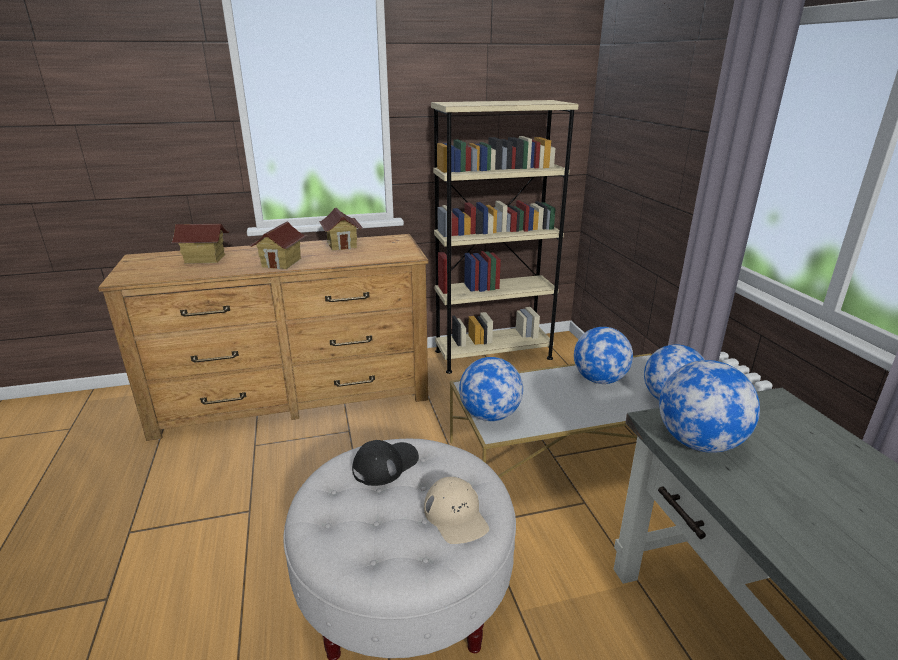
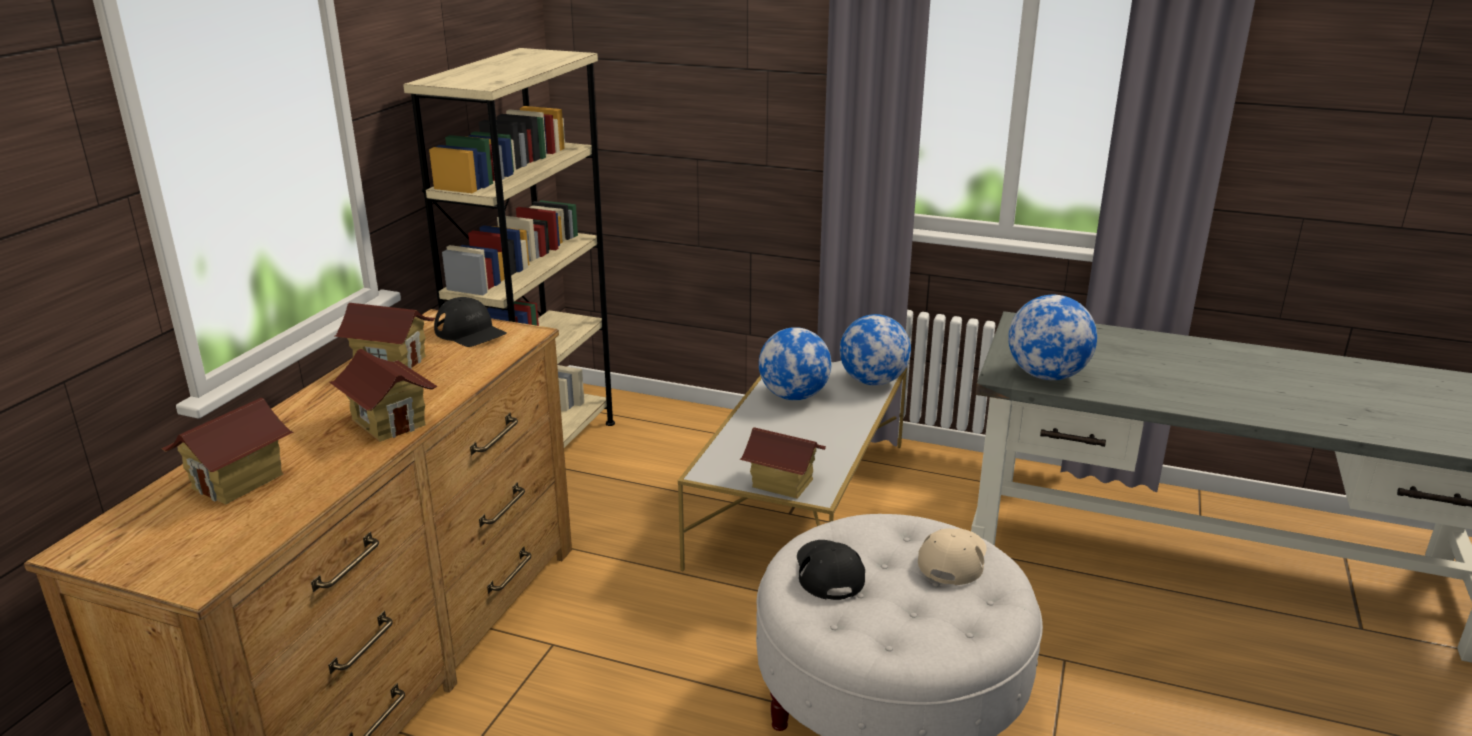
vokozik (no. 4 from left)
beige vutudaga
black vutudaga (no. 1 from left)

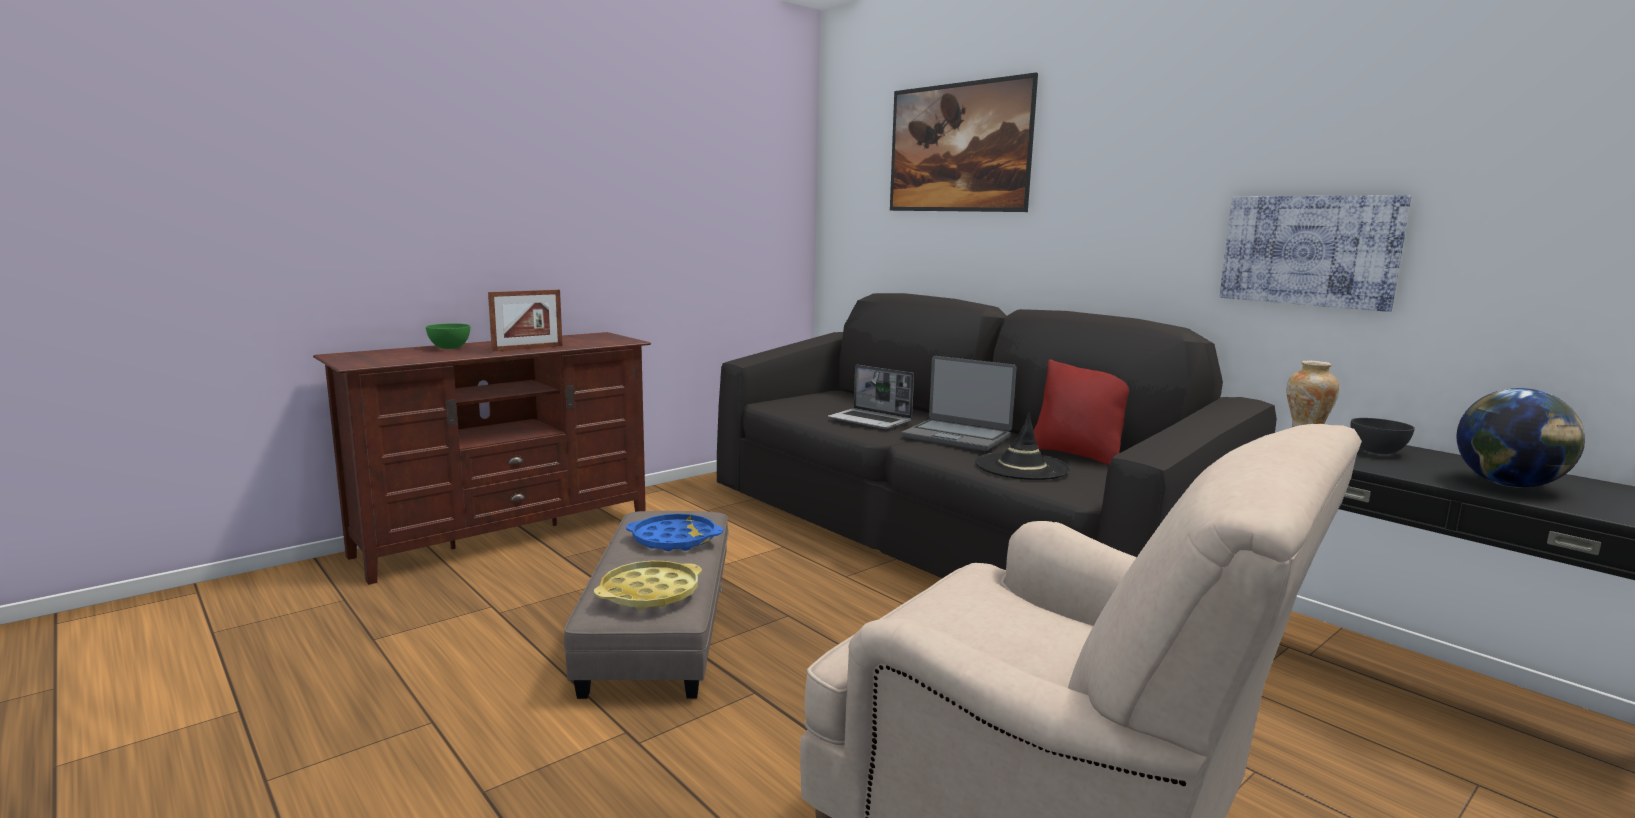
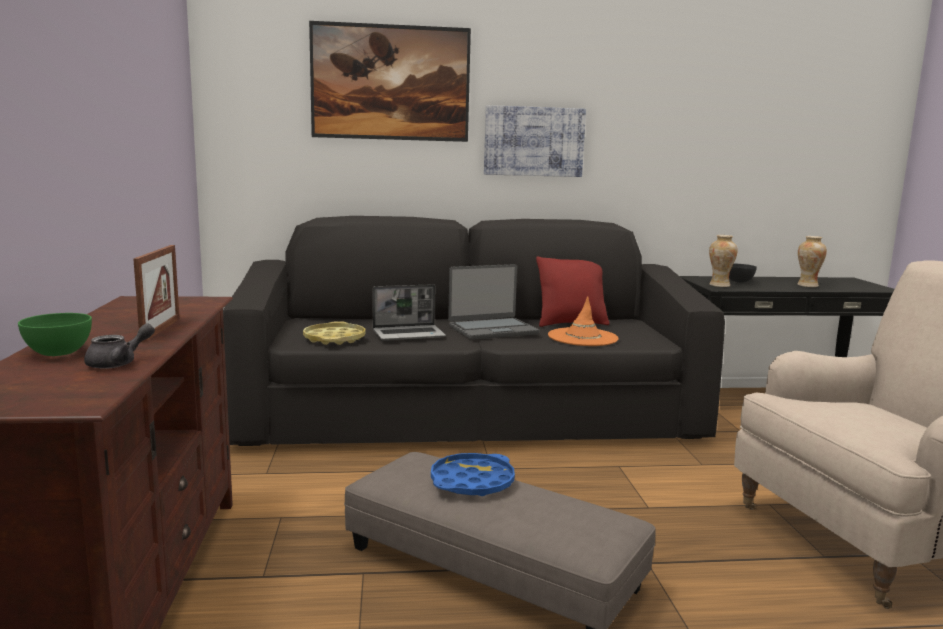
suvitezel (no. 2 from left)
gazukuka (no. 2 from left)
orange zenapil
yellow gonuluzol
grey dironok

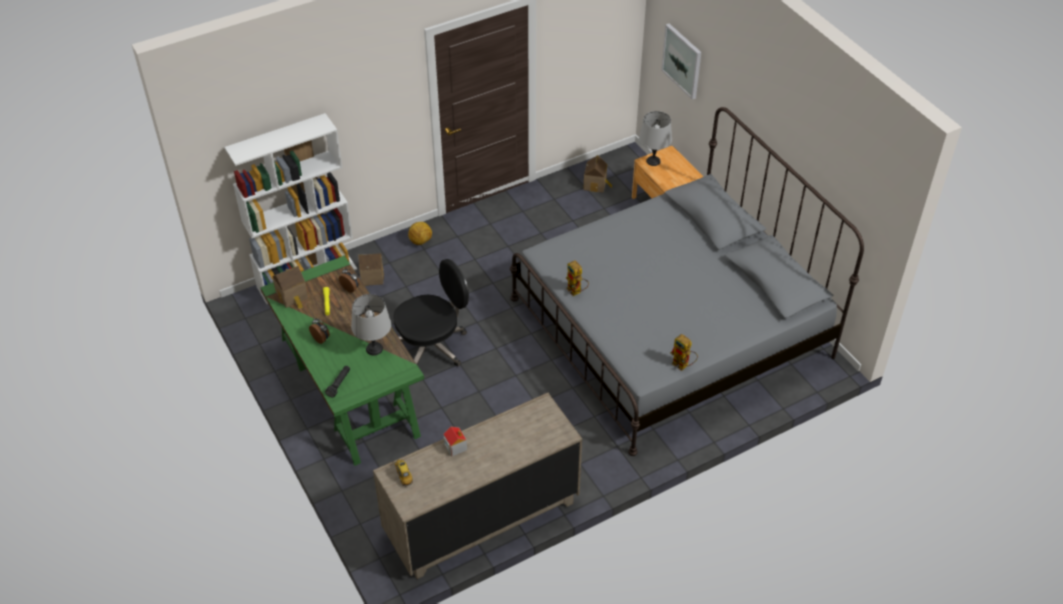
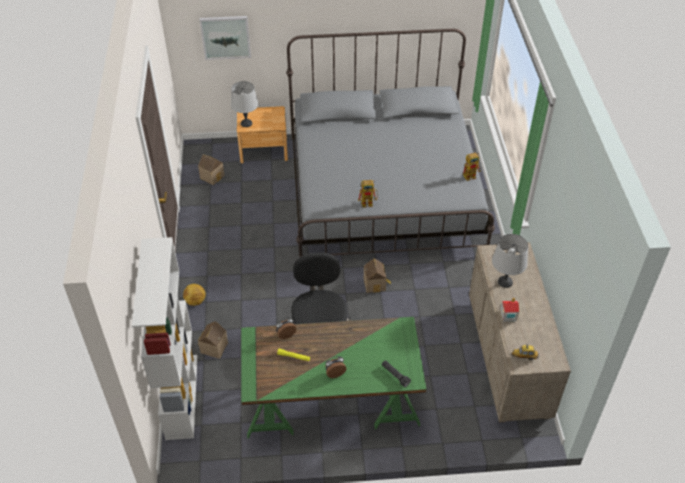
vokozik (no. 3 from left)
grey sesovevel (no. 2 from left)

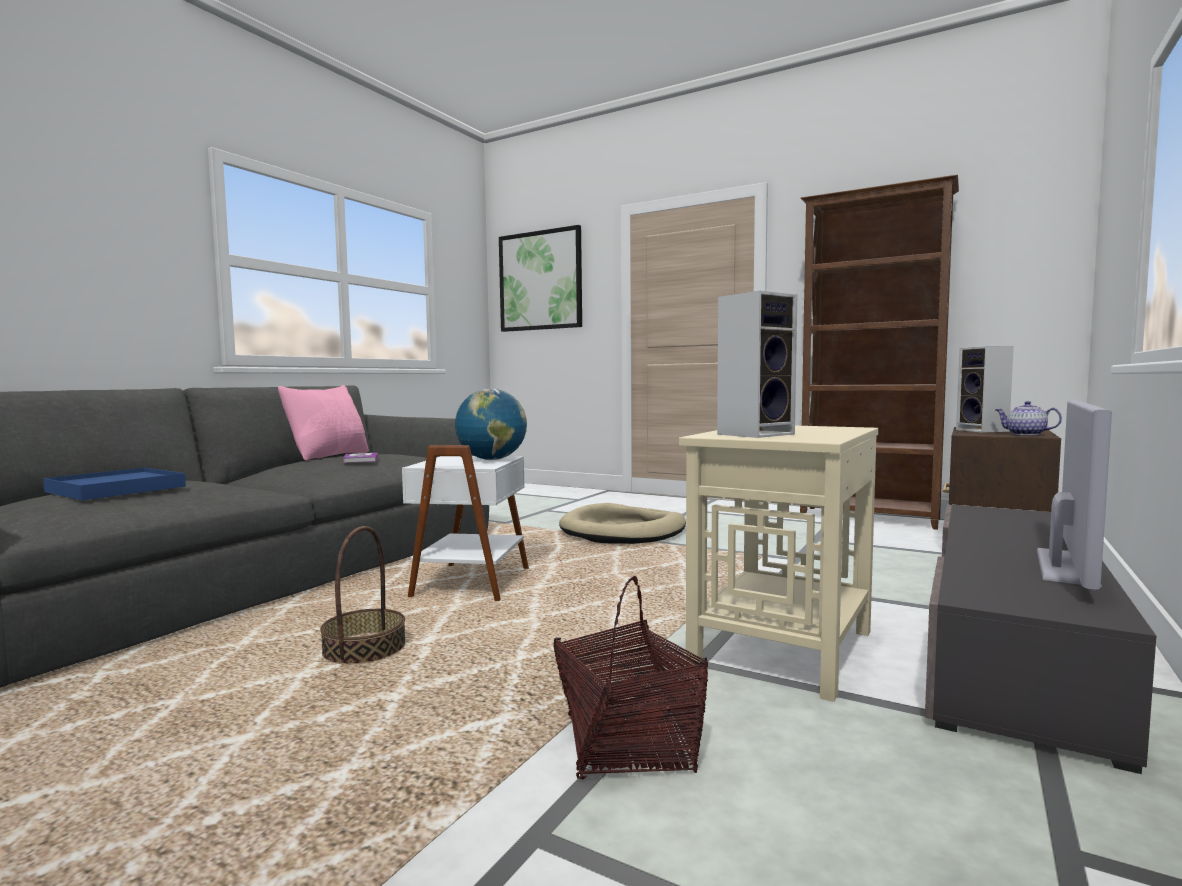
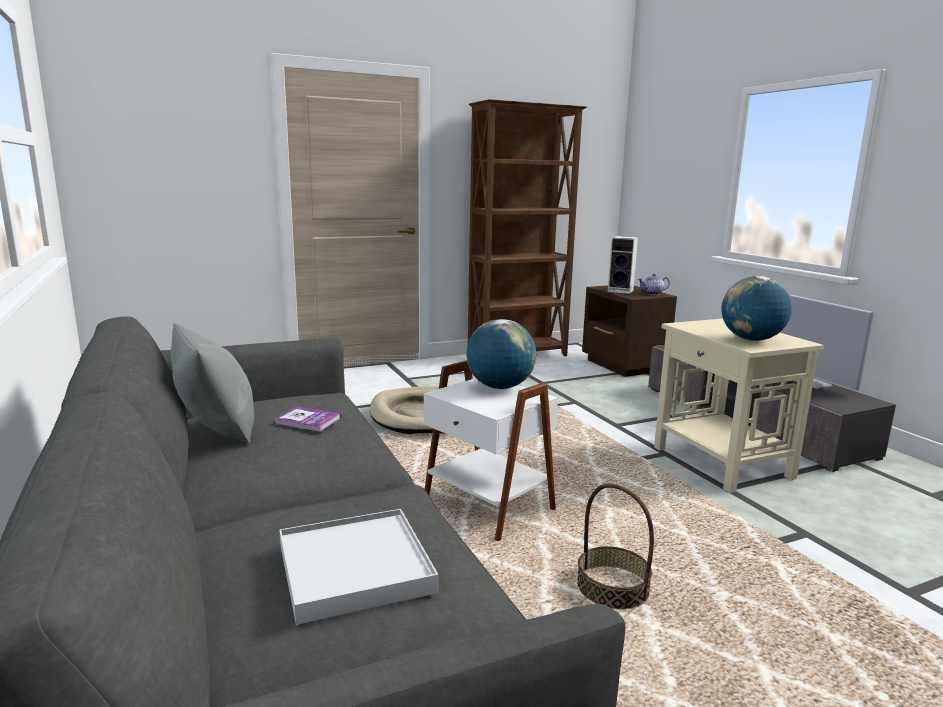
suvitezel
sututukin (no. 2 from left)
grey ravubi
white gonuluzol
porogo (no. 2 from left in the first image)

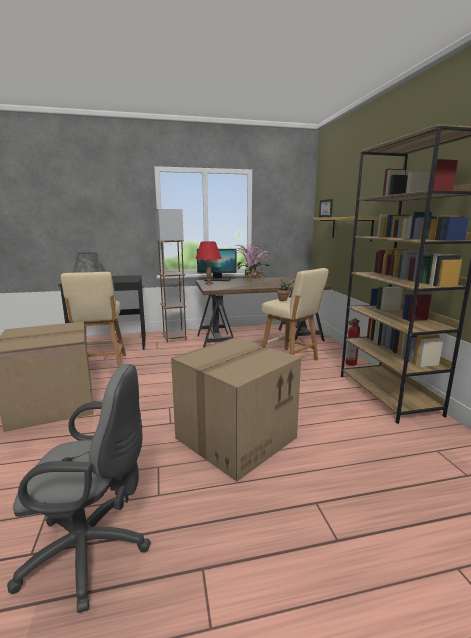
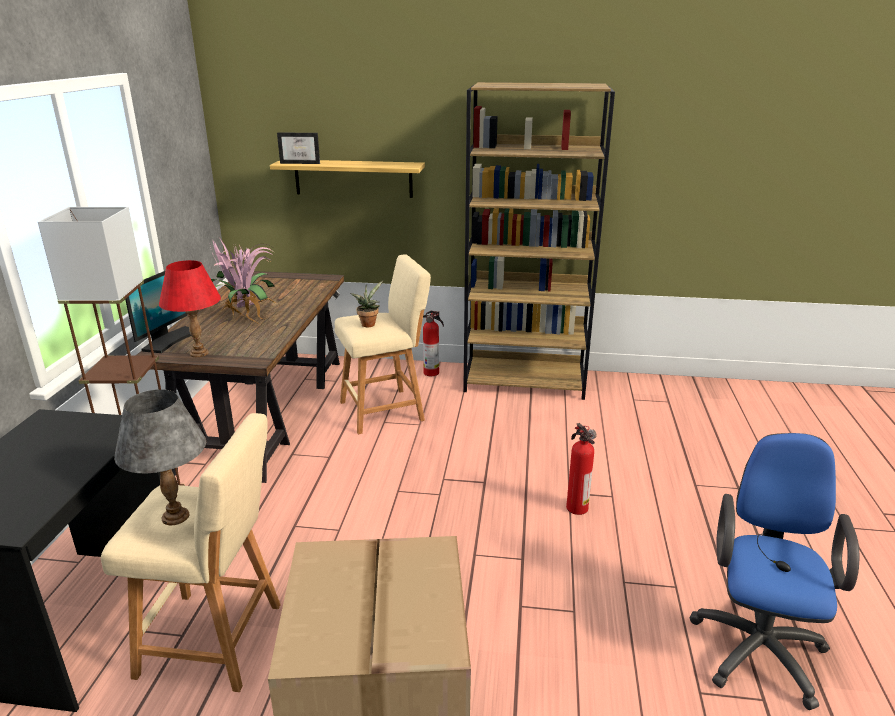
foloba (no. 2 from left)
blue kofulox

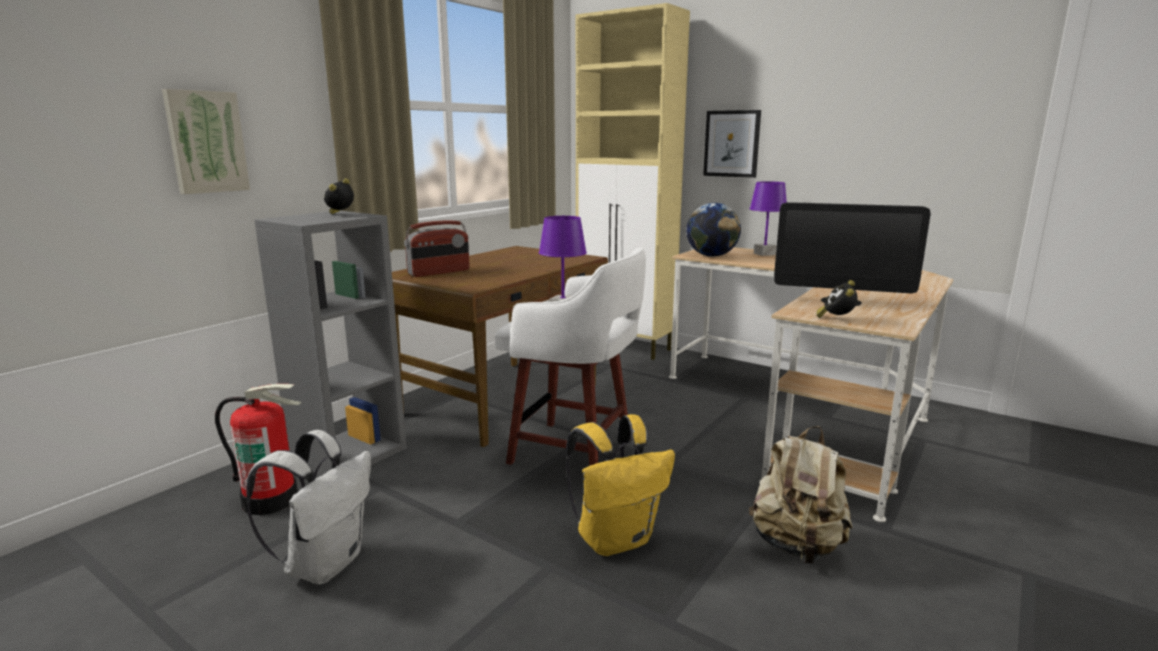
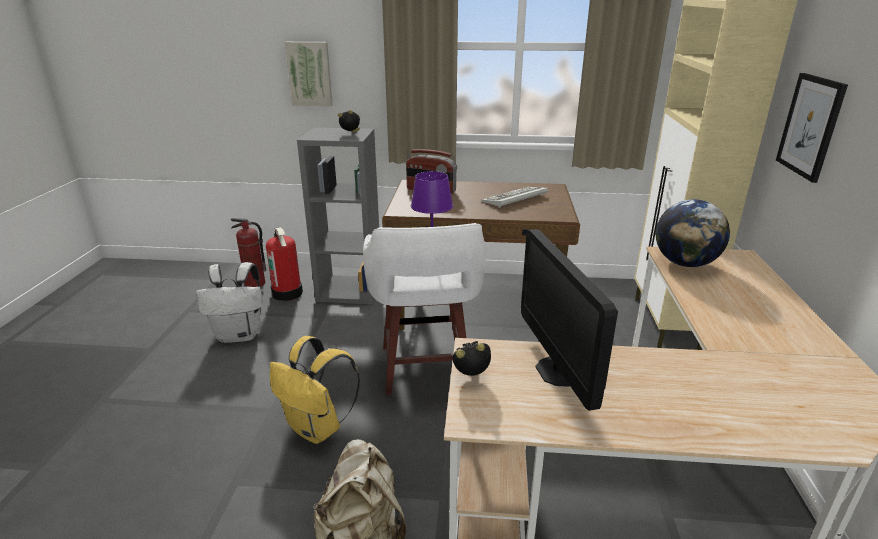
purple sesovevel (no. 2 from left in the first image)
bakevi
foloba (no. 1 from left)

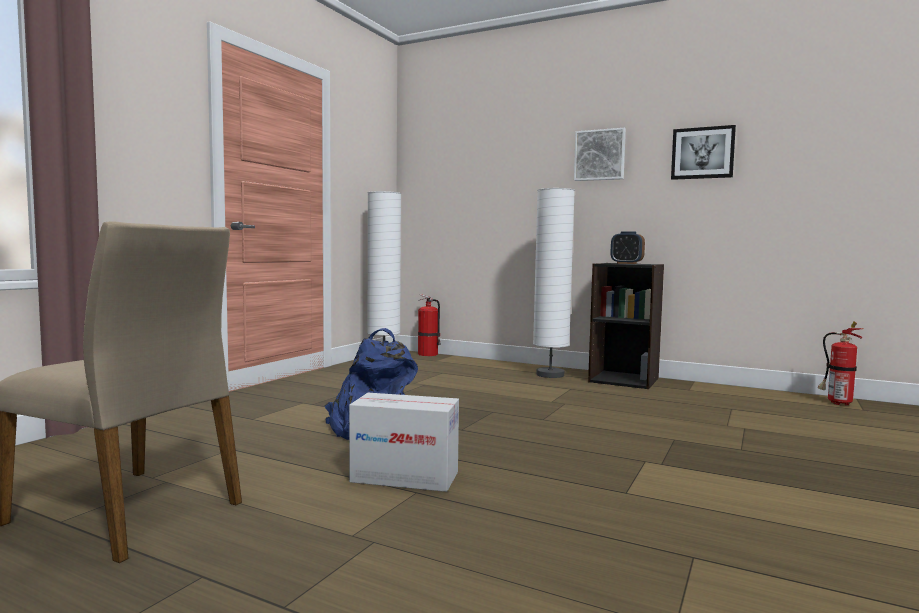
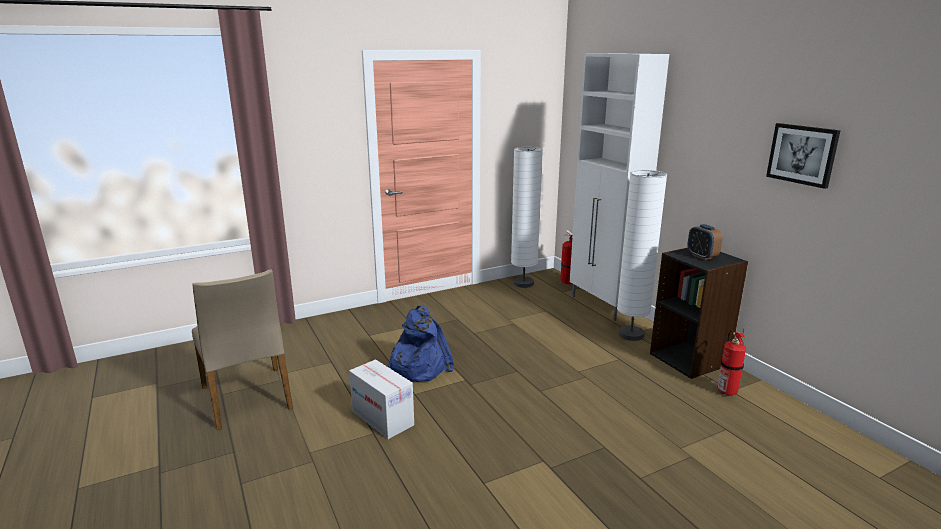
suvitezel (no. 1 from left in the first image)
foloba (no. 2 from left)
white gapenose

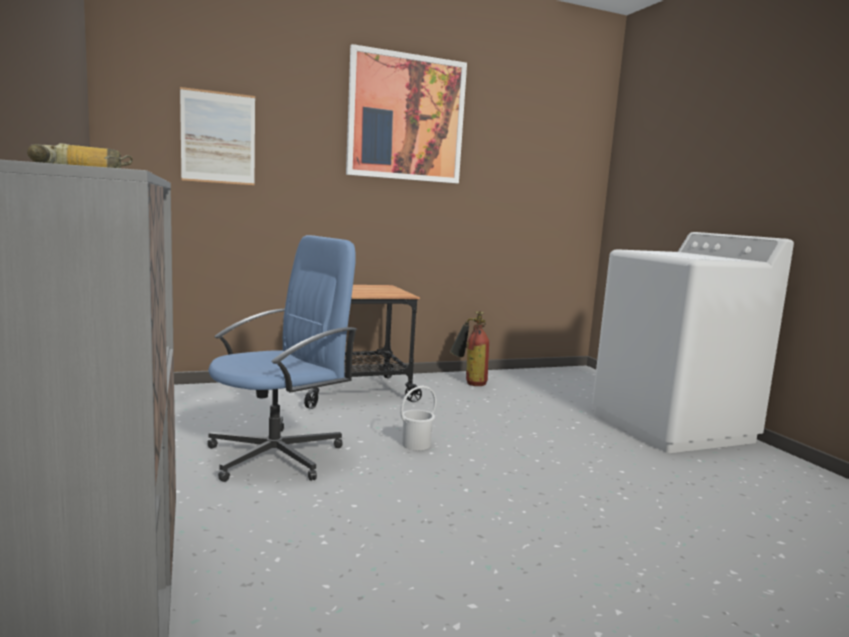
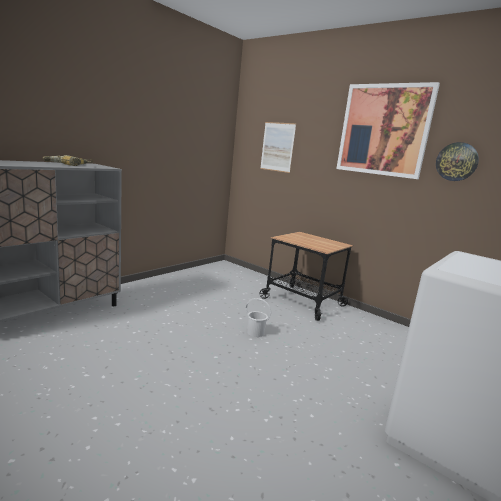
blue kofulox
foloba
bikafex

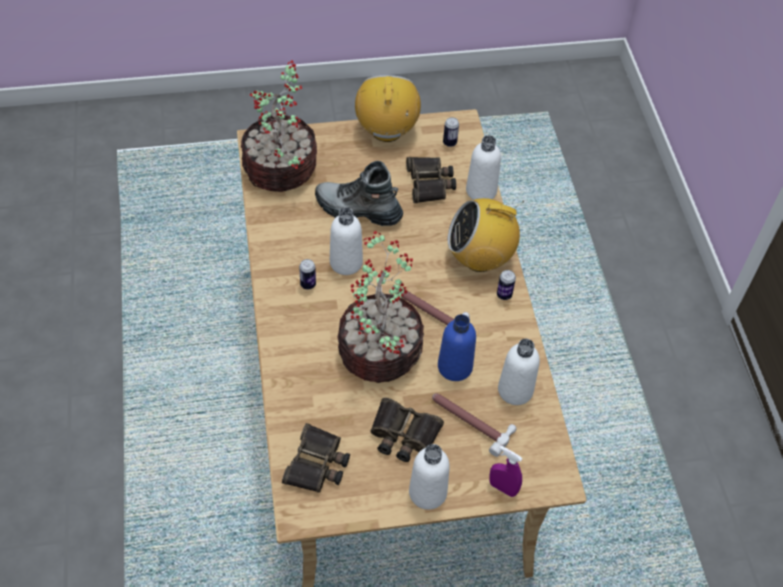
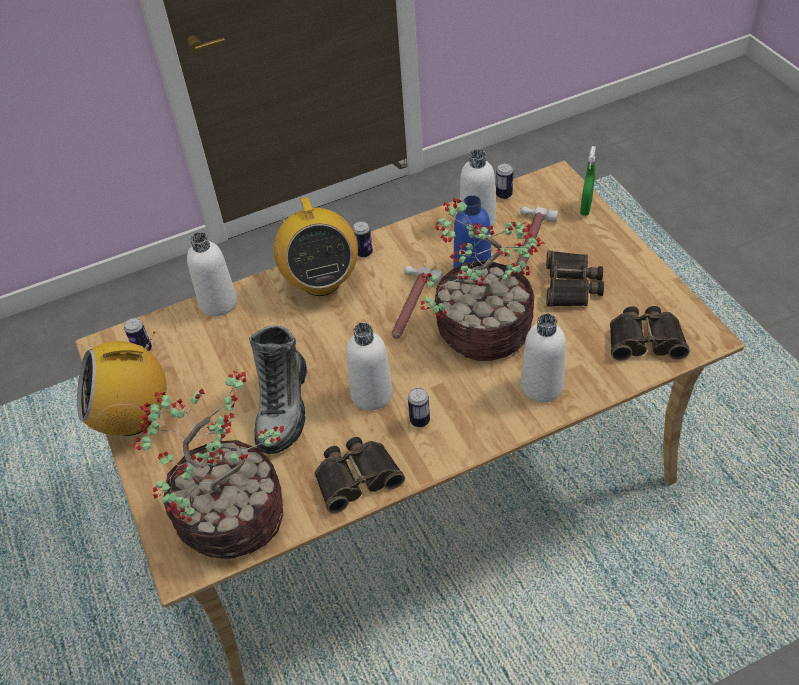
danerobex (no. 1 from left)
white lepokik (no. 4 from left)
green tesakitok
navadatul (no. 4 from left)

